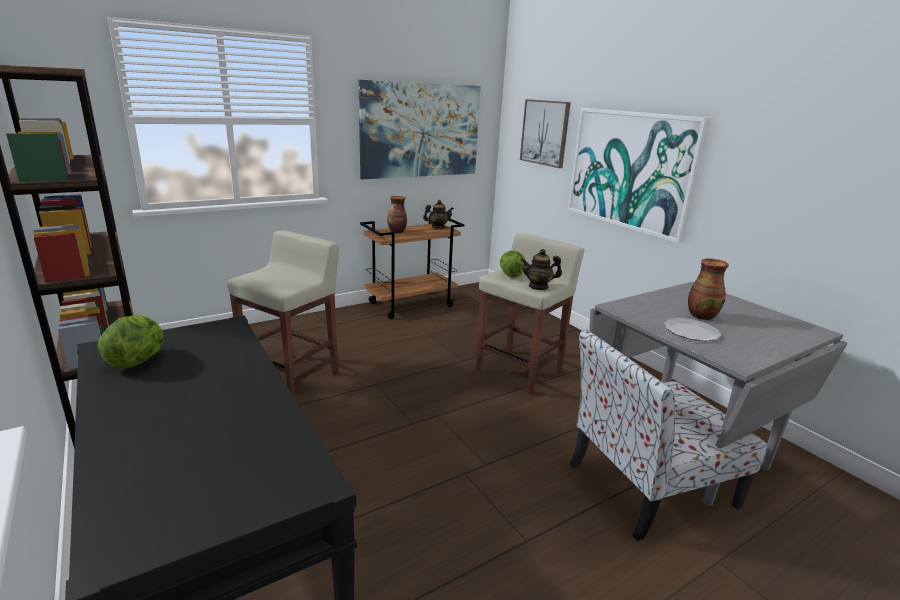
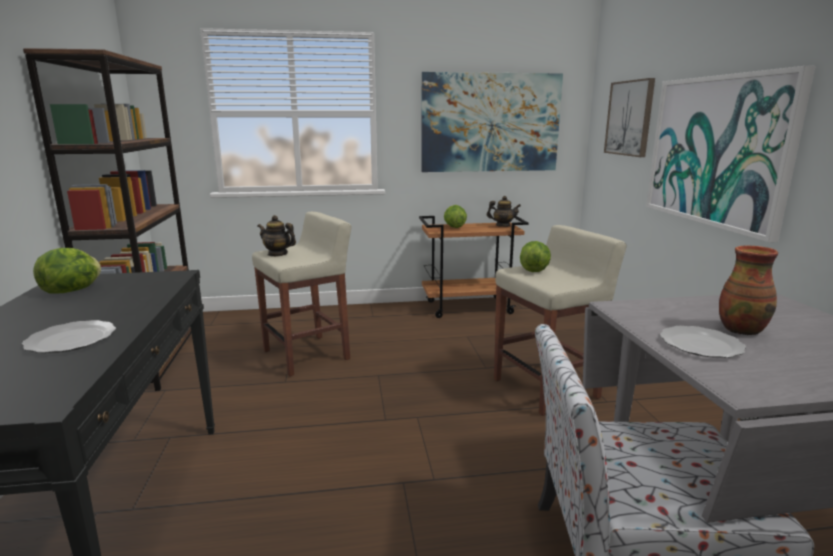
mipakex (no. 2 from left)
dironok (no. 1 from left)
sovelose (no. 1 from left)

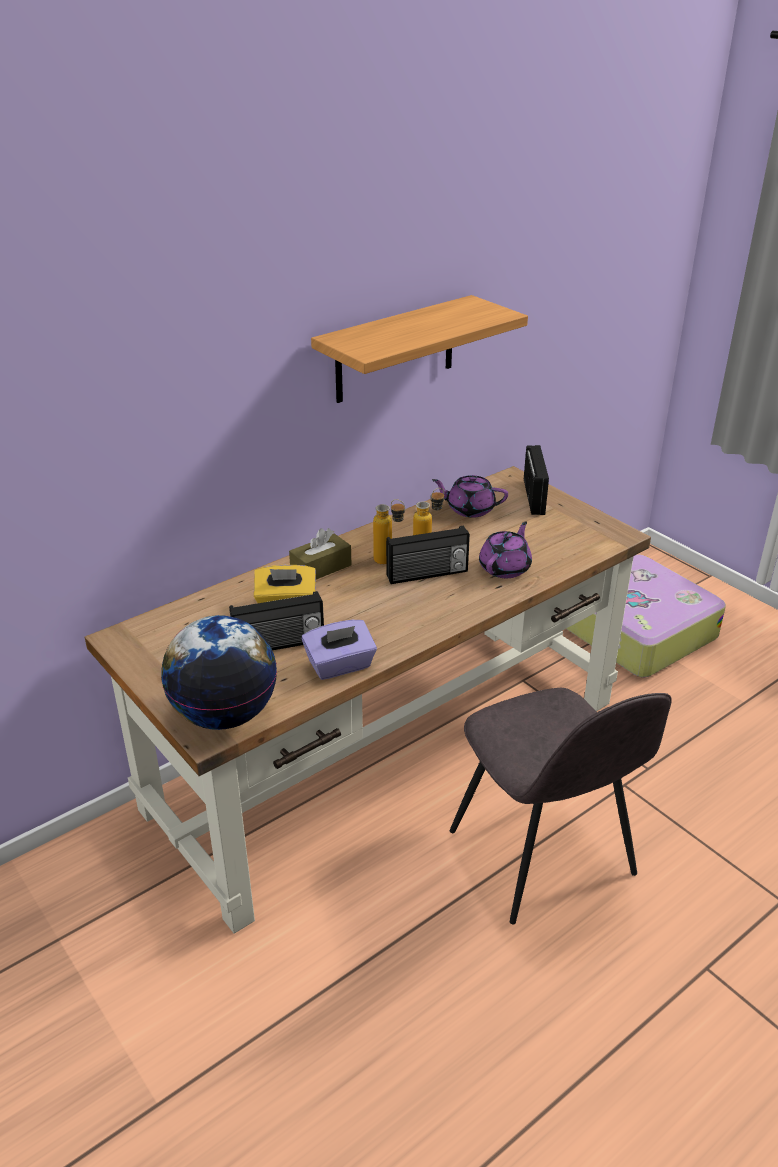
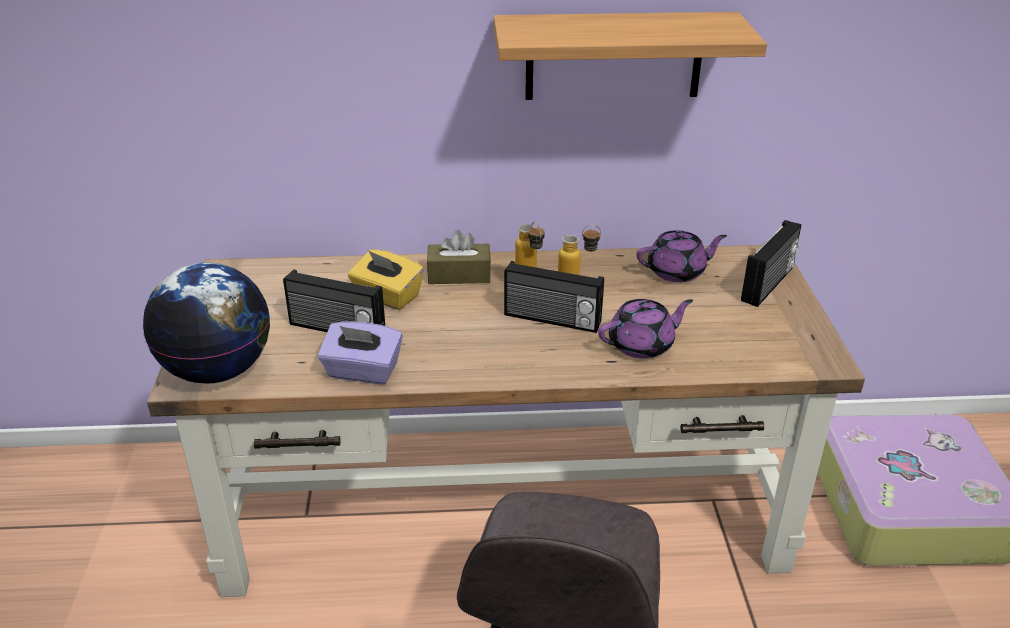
purple dironok (no. 2 from left)

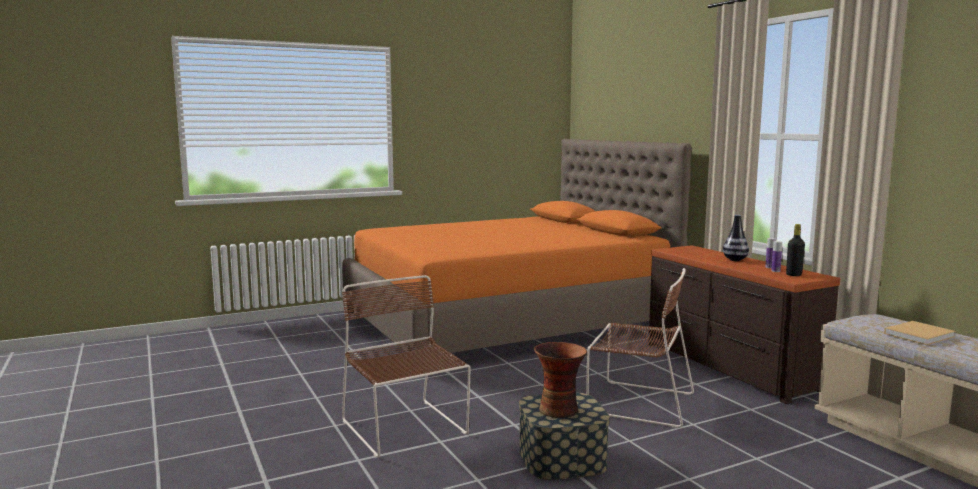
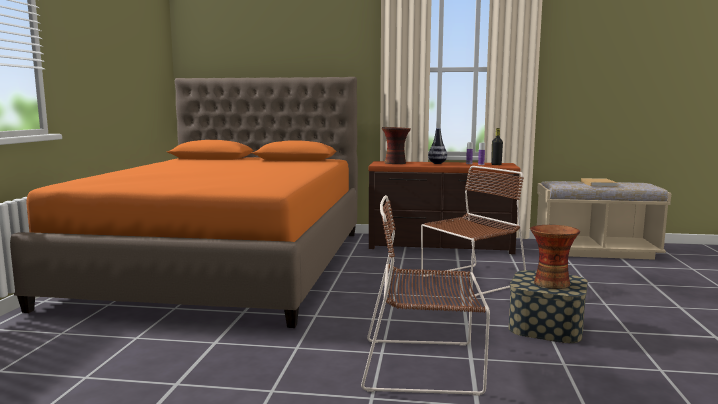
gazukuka (no. 1 from left)

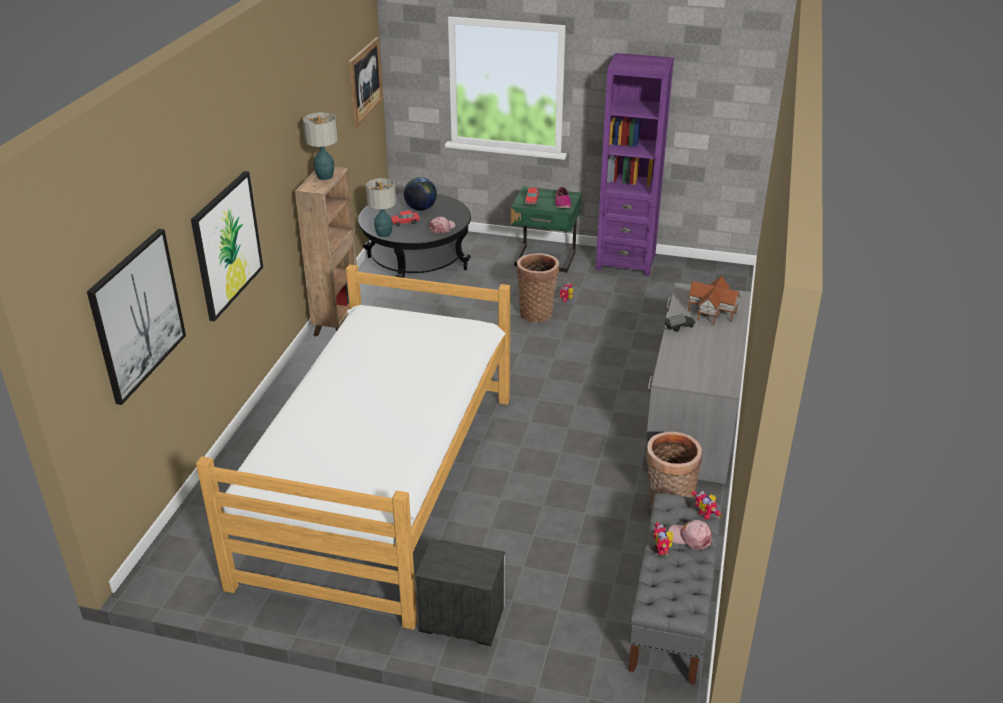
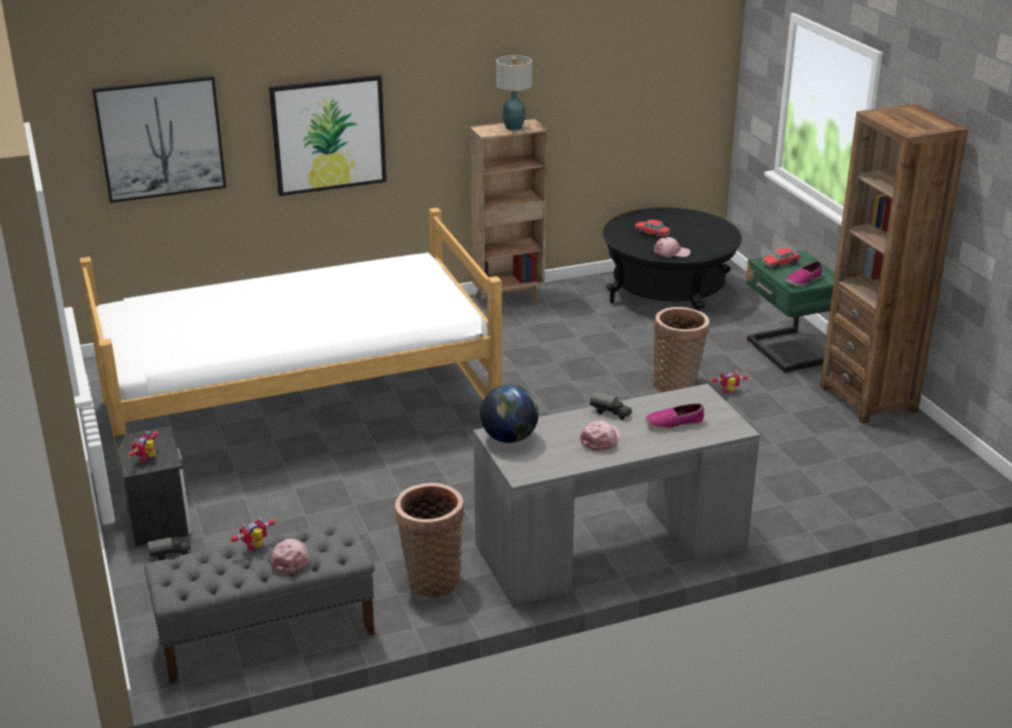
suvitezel (no. 3 from left in the first image)
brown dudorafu (no. 2 from left)
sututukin
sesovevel (no. 2 from left in the first image)
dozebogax (no. 1 from left)
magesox (no. 1 from left)
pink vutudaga (no. 2 from left)
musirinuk (no. 1 from left)

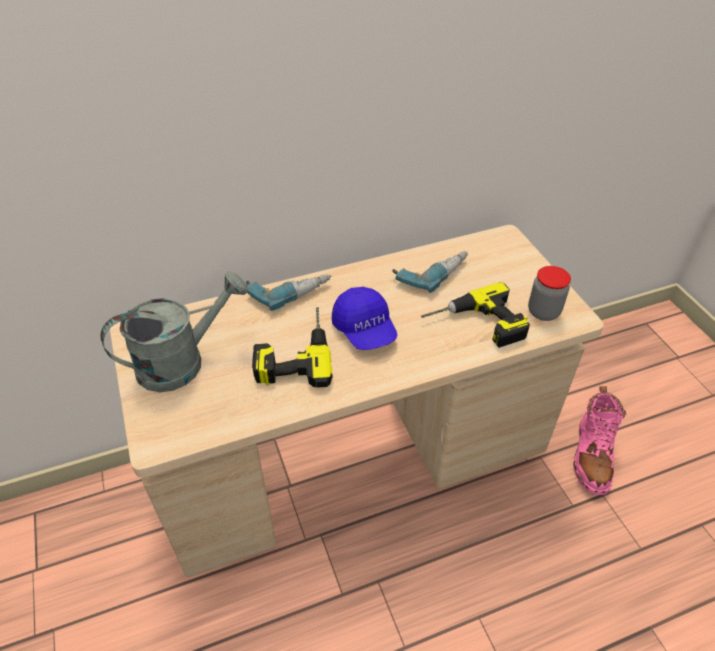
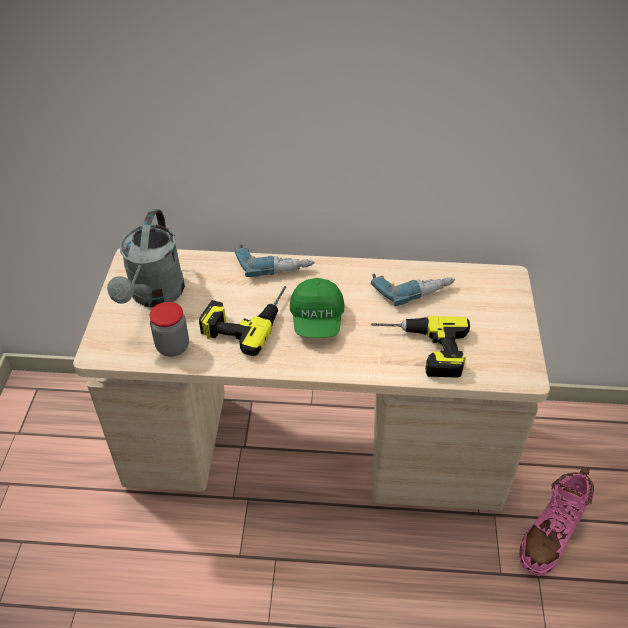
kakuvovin
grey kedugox
green vutudaga

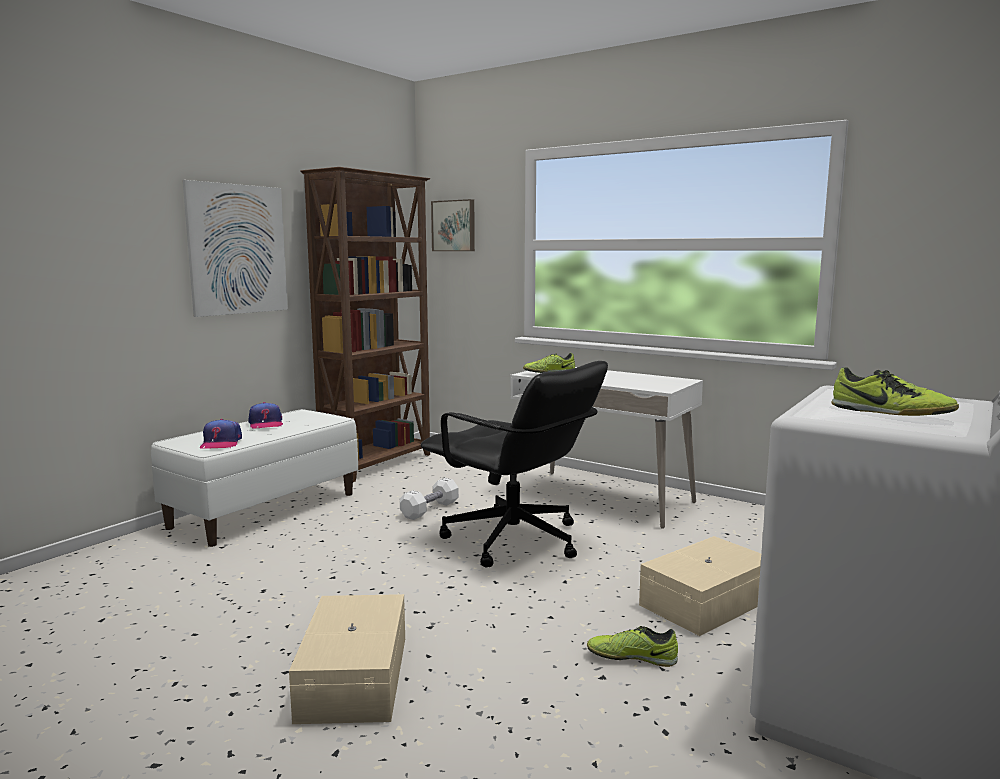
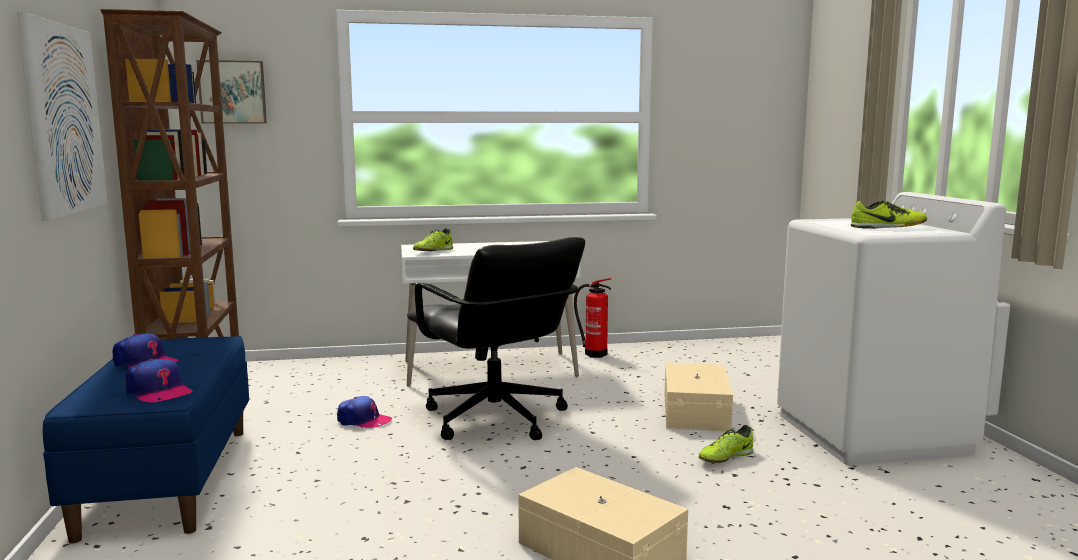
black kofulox
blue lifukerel
vutudaga (no. 3 from left)
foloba

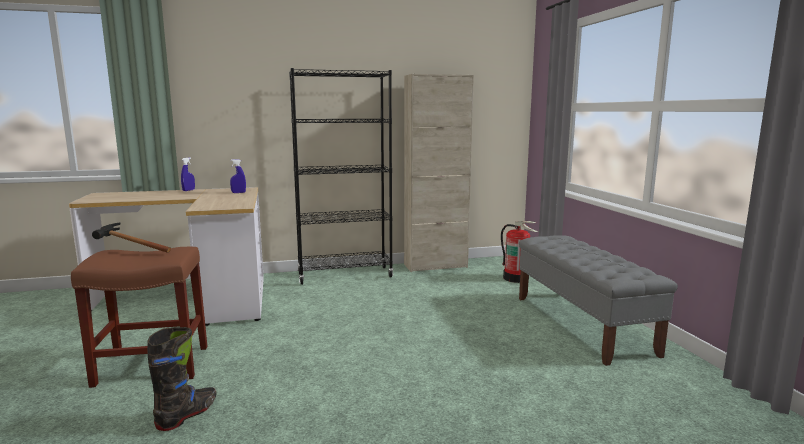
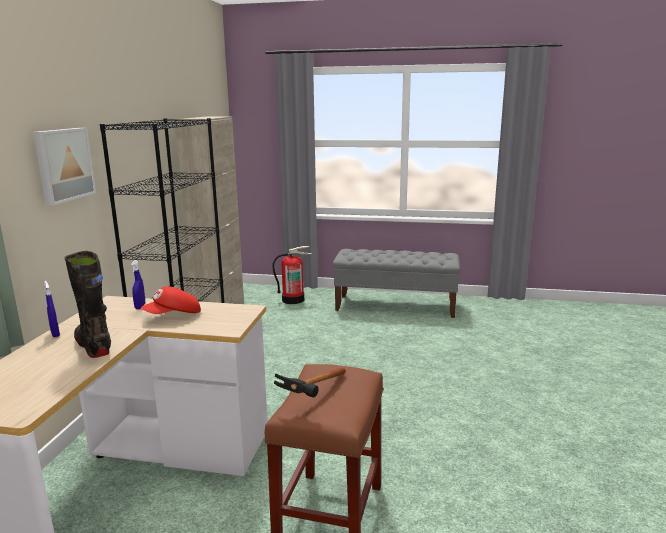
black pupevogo
suvitezel
red vutudaga

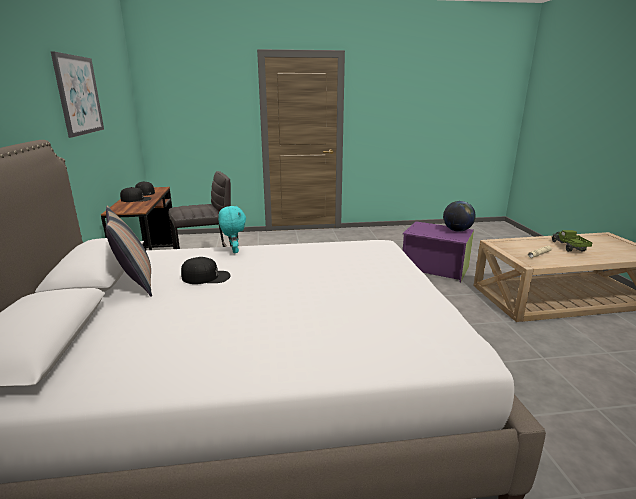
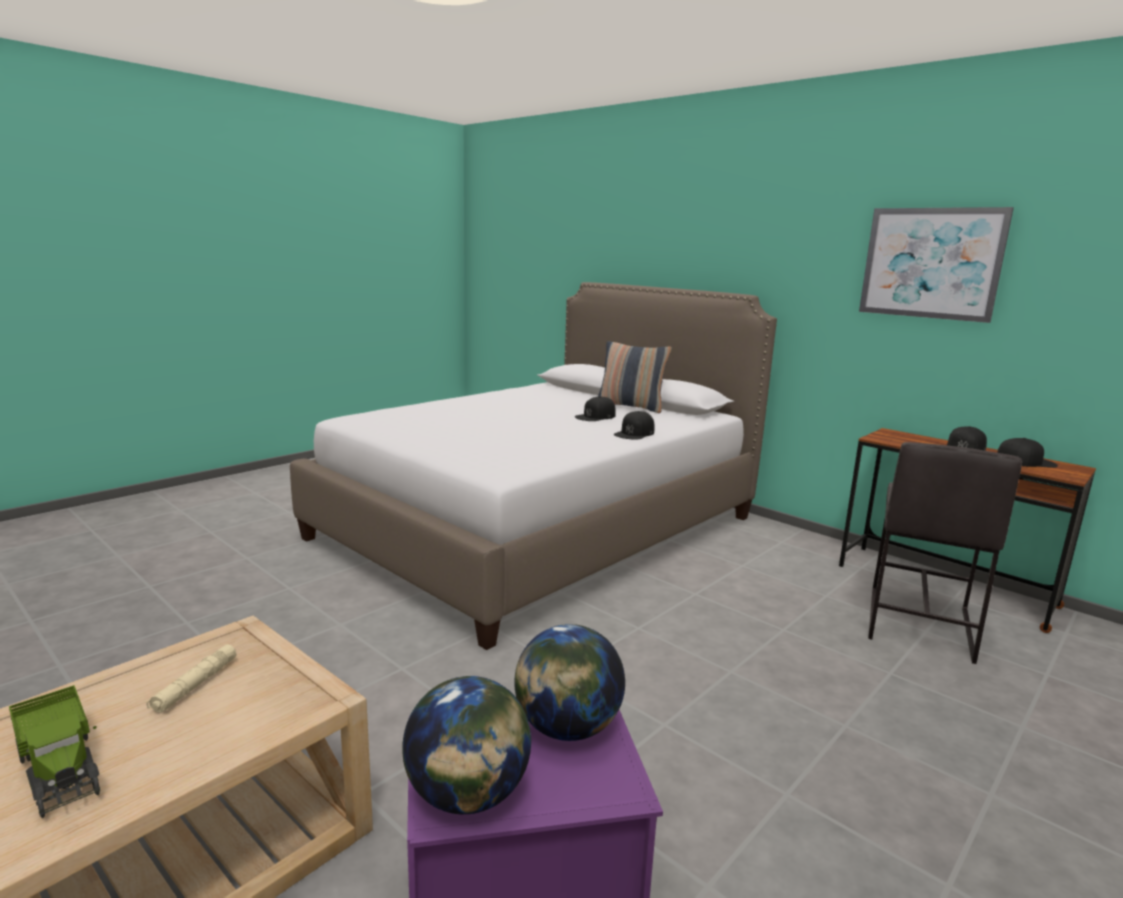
black vutudaga (no. 2 from left)
sututukin (no. 2 from left)

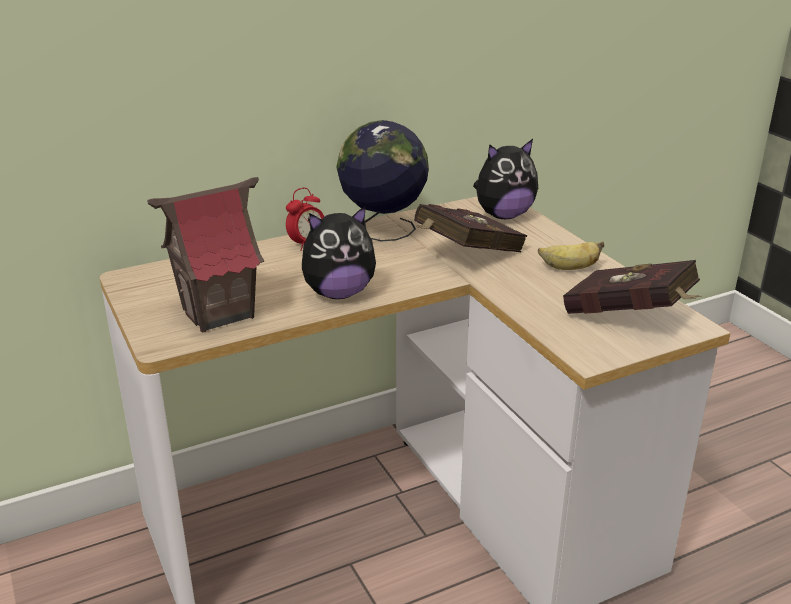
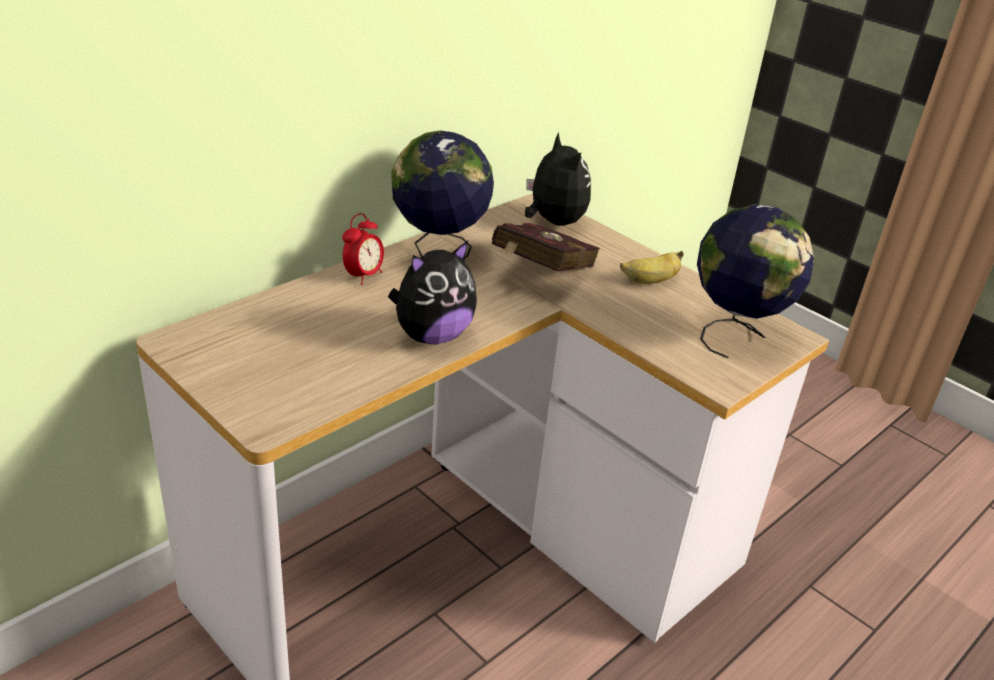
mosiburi (no. 2 from left)
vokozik
sututukin (no. 2 from left)

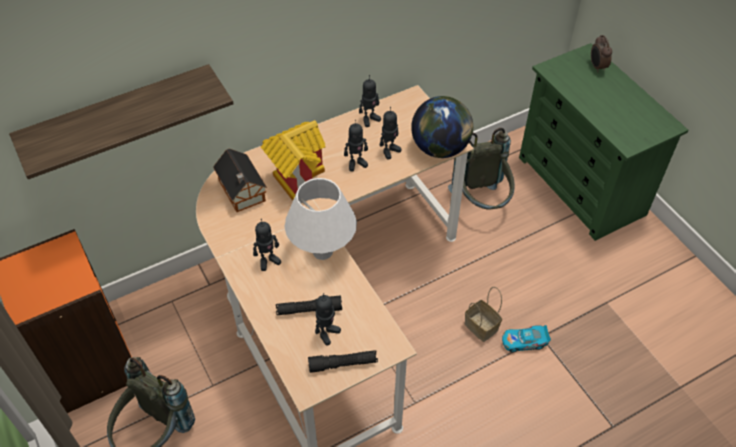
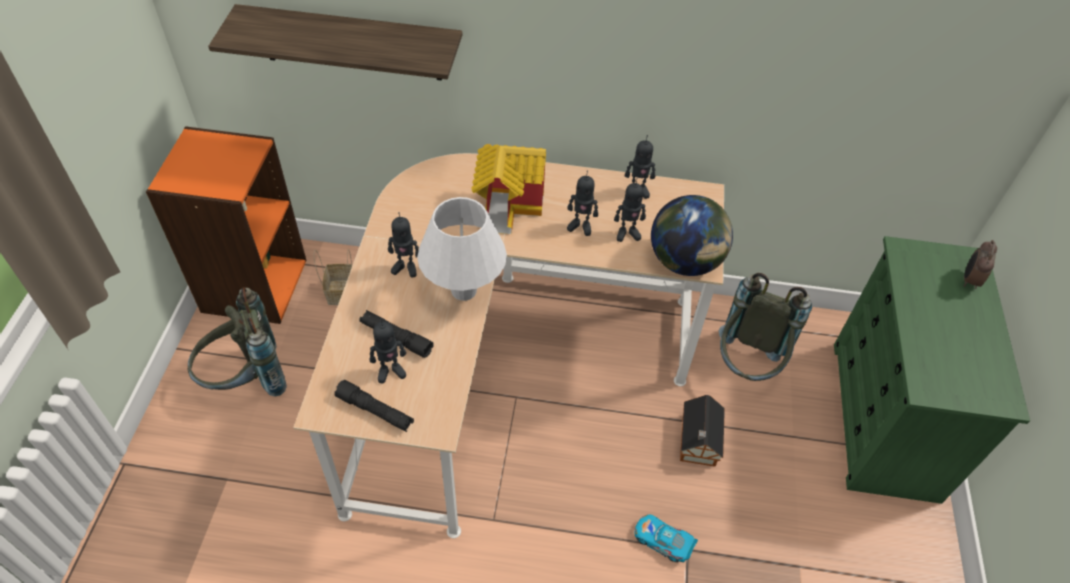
vokozik (no. 2 from left)
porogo

